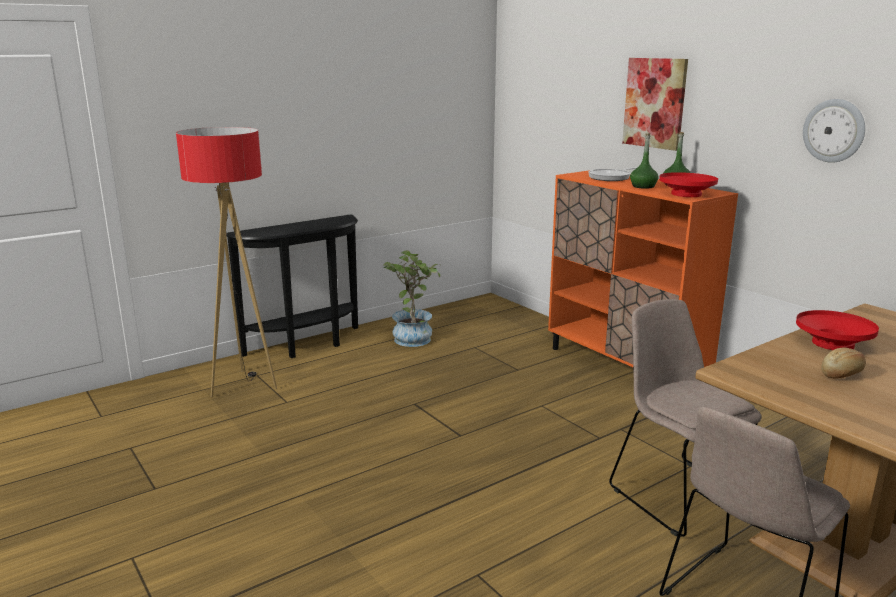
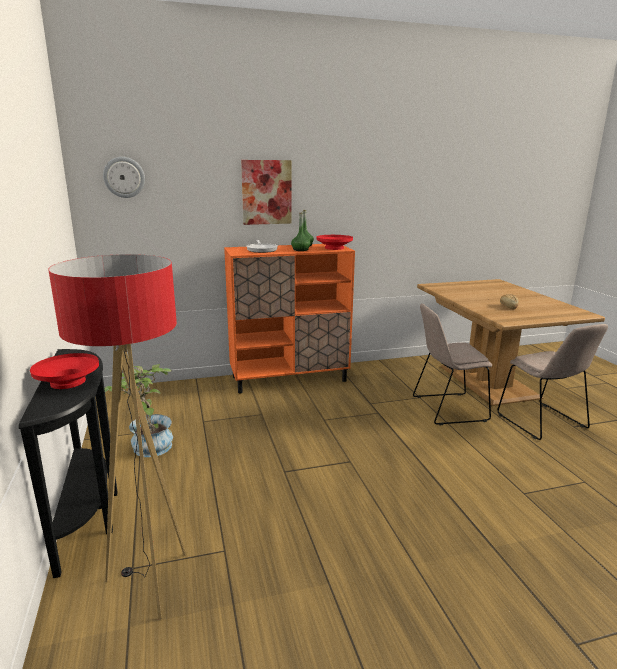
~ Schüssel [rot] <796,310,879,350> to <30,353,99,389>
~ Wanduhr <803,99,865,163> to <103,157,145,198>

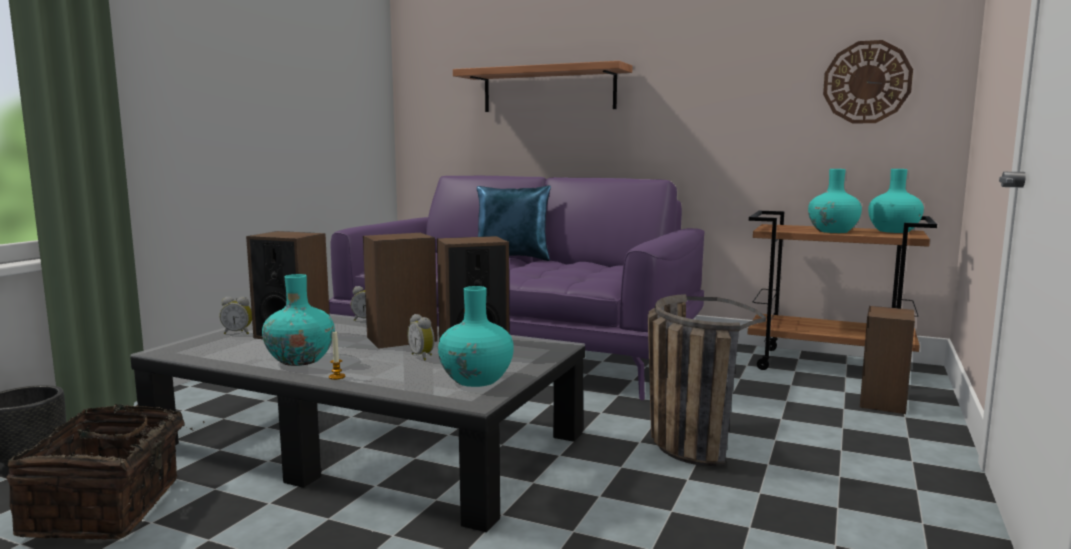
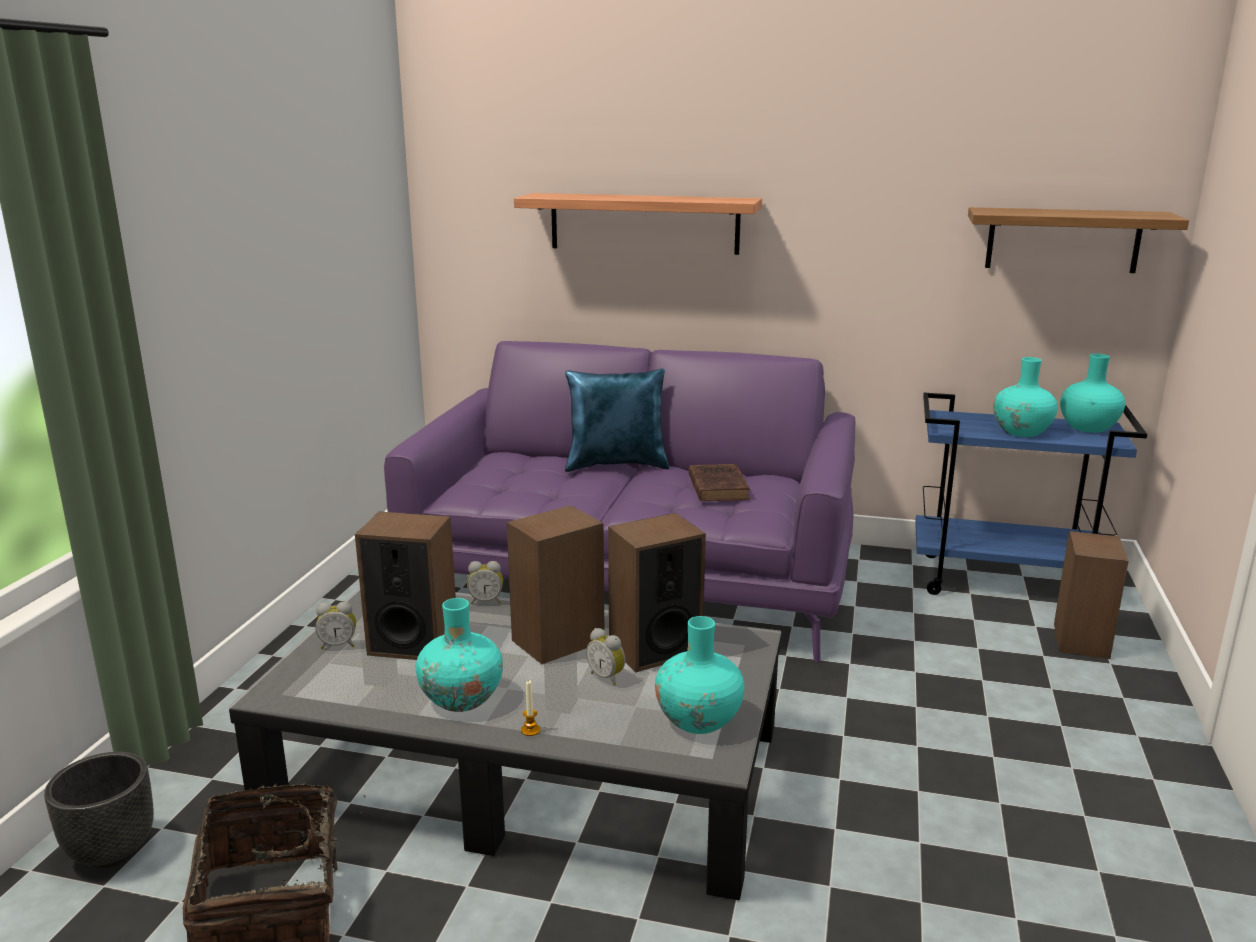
- Korb <648,294,766,467>
~ Rollwagen [braun] <748,211,937,370> to Rollwagen [blau] <915,393,1147,595>
~ Wanduhr <823,40,913,124> to Wandregal <968,207,1189,273>
+ Buch [braun] <688,464,750,501>

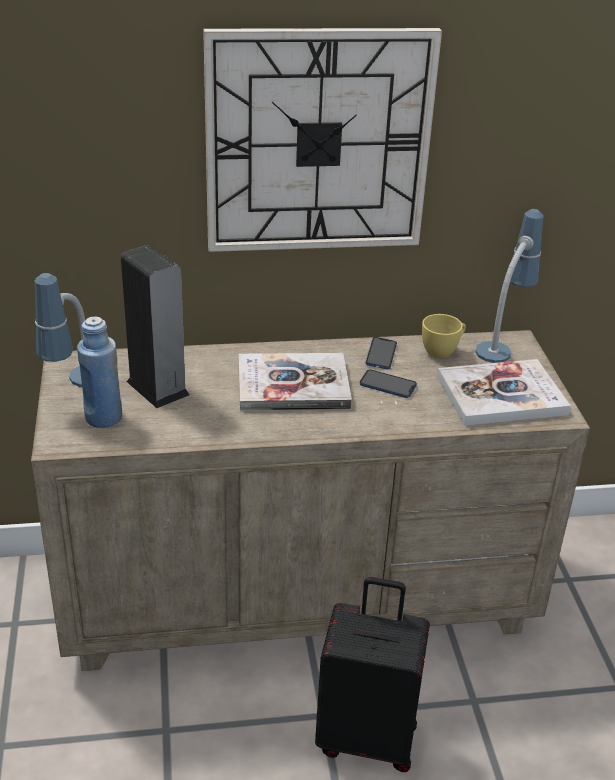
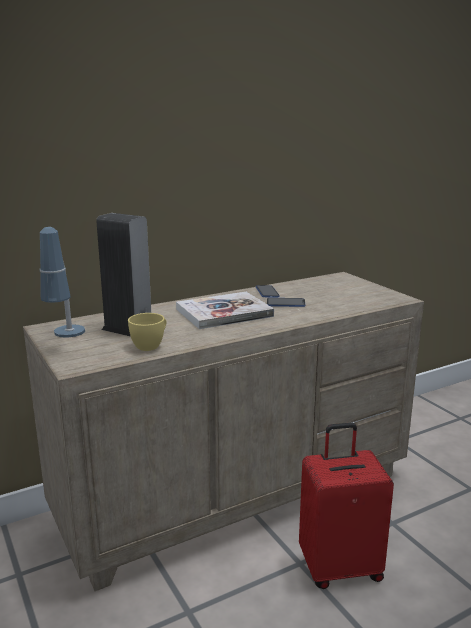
- Flasche [blau] <77,316,122,428>
- Wanduhr <203,28,442,252>
~ Koffer [schwarz] <315,577,430,772> to Koffer [rot] <299,423,394,589>
~ Tasse [gelb] <422,314,466,359> to <128,313,166,351>
- Buch <437,359,571,426>
- Tischlampe <475,209,543,363>

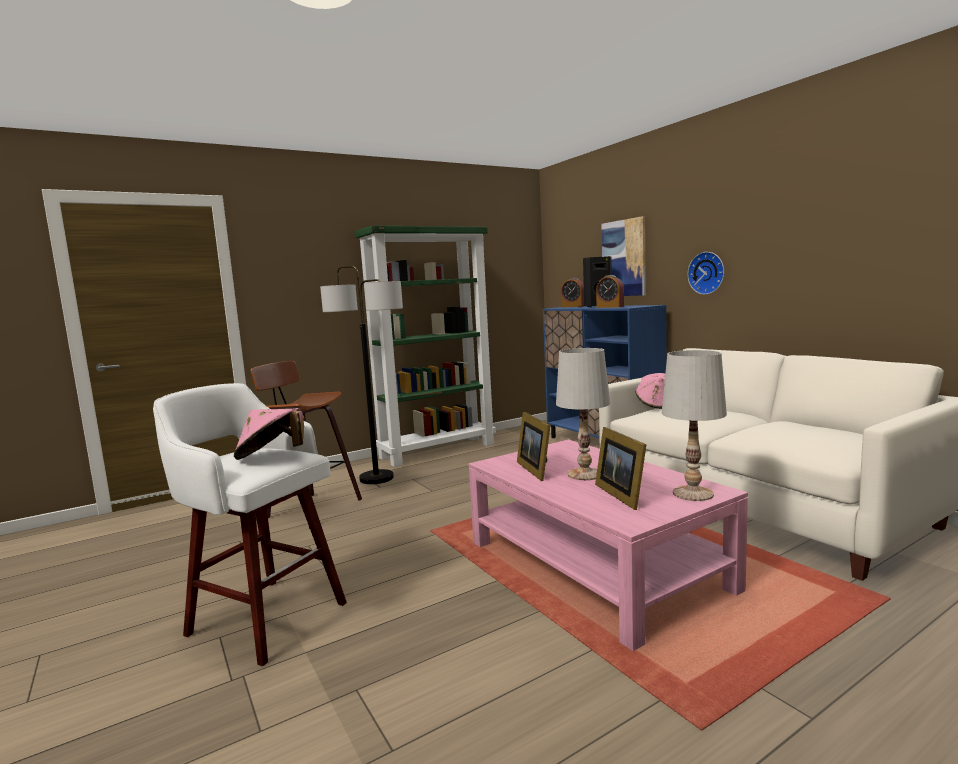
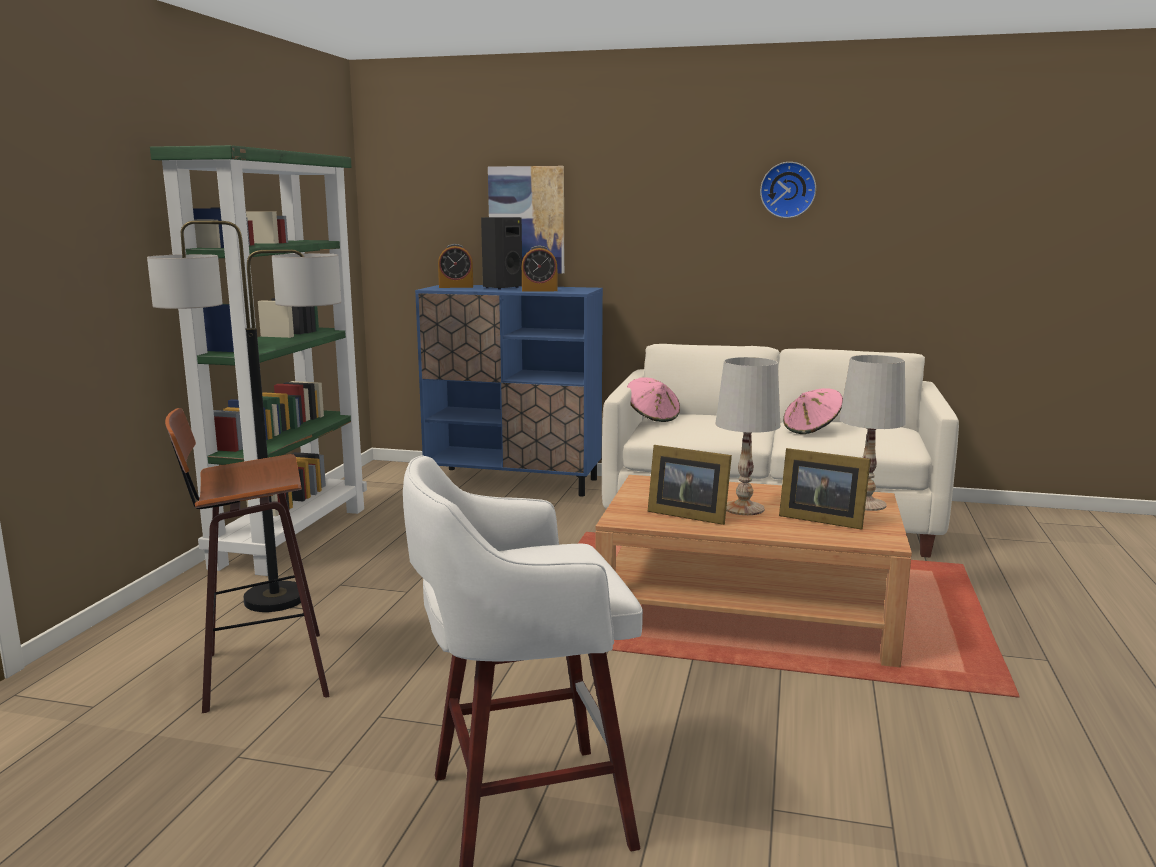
~ Hut [rosa] <234,408,304,460> to <783,388,843,434>
~ Couchtisch [rosa] <468,439,748,651> to Couchtisch [braun] <595,475,912,667>
~ Wanduhr <687,252,724,295> to <760,162,816,218>

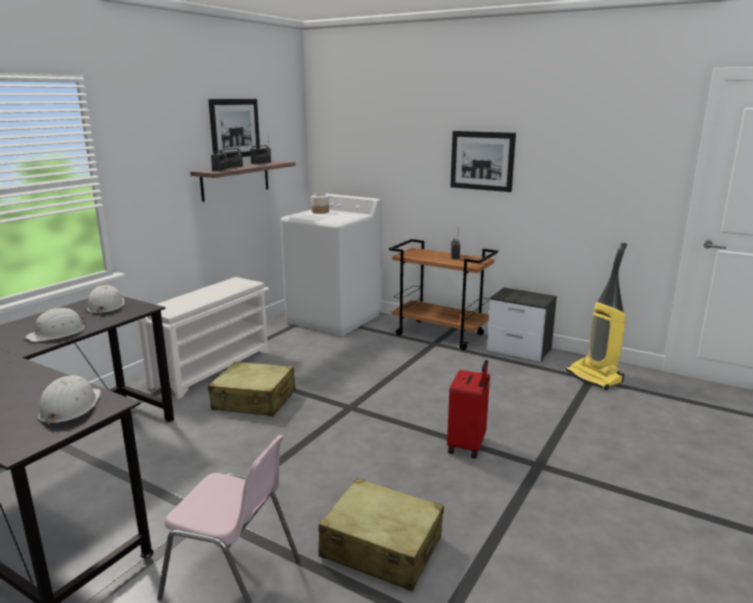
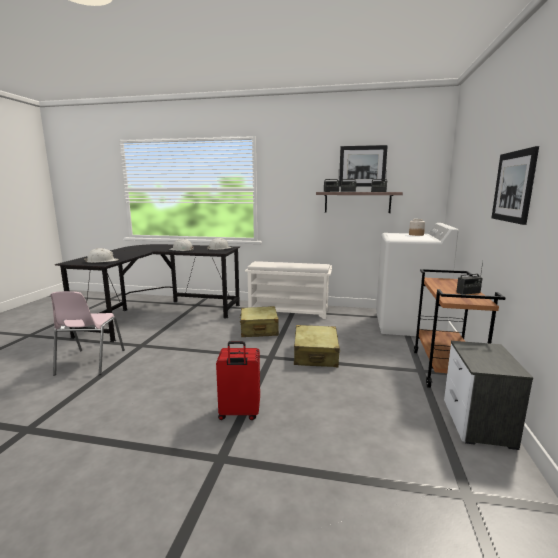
~ Koffer [beige] <318,478,444,592> to <294,325,340,367>
- Staubsauger <566,242,627,390>

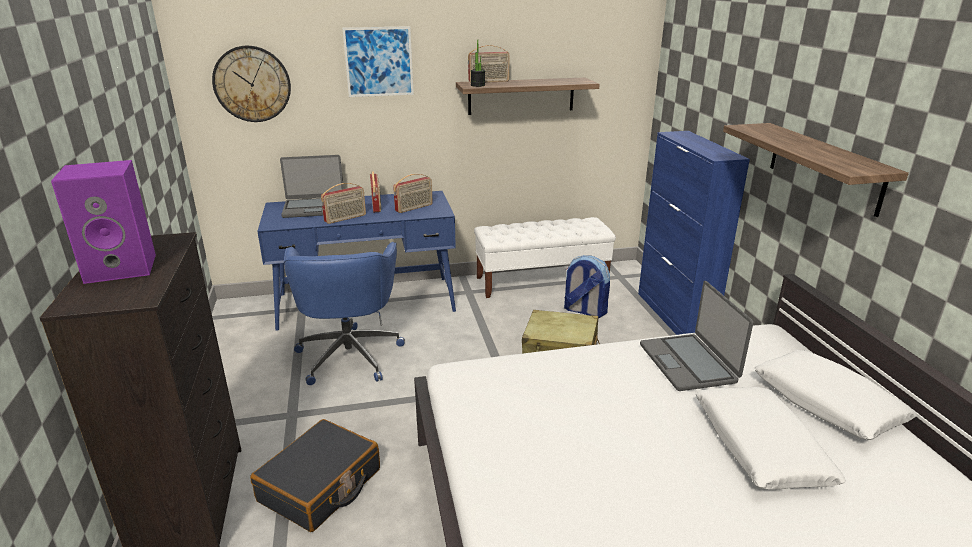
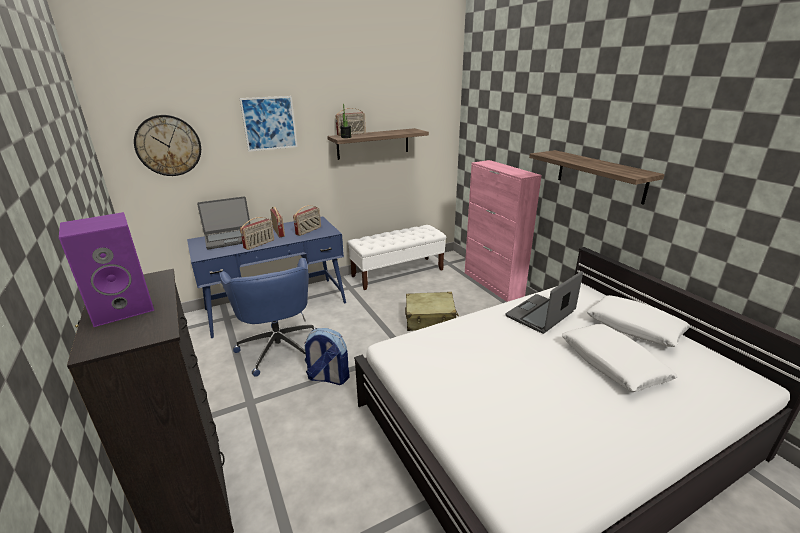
- Koffer [schwarz] <250,419,380,532>
~ Rucksack <564,255,610,318> to <304,328,350,385>
~ Schrank [blau] <638,131,750,335> to Schrank [rosa] <465,160,542,302>
~ Laptop <640,281,753,391> = <506,271,583,334> 75 degrees clockwise

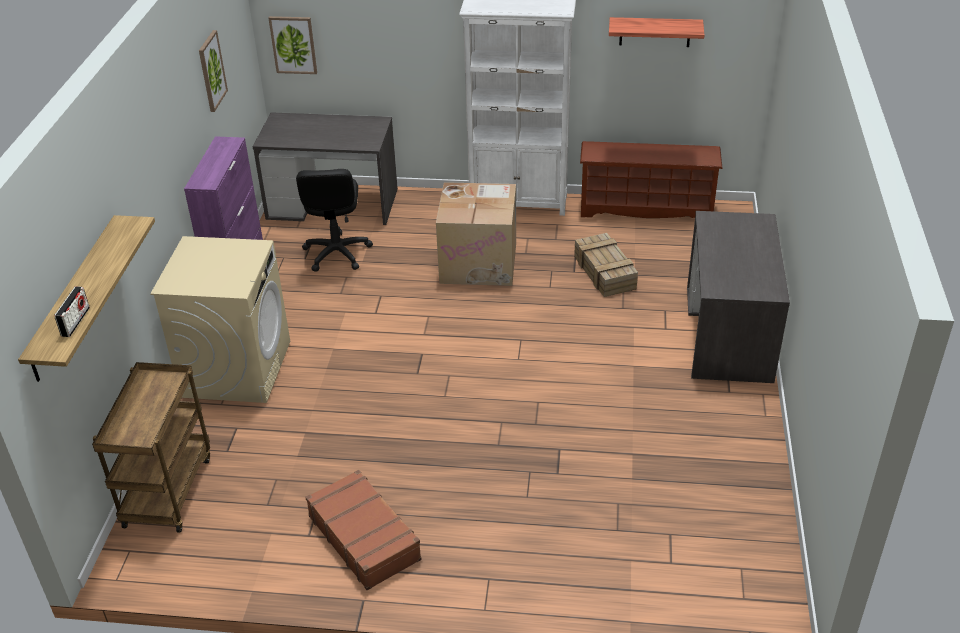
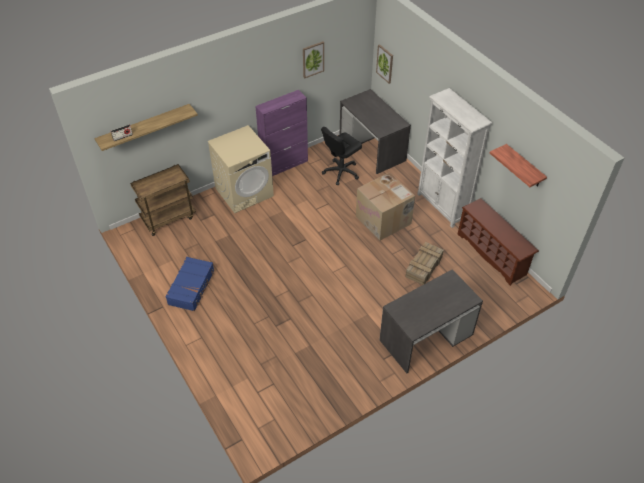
~ Koffer [braun] <305,470,421,590> to Koffer [blau] <165,257,215,311>

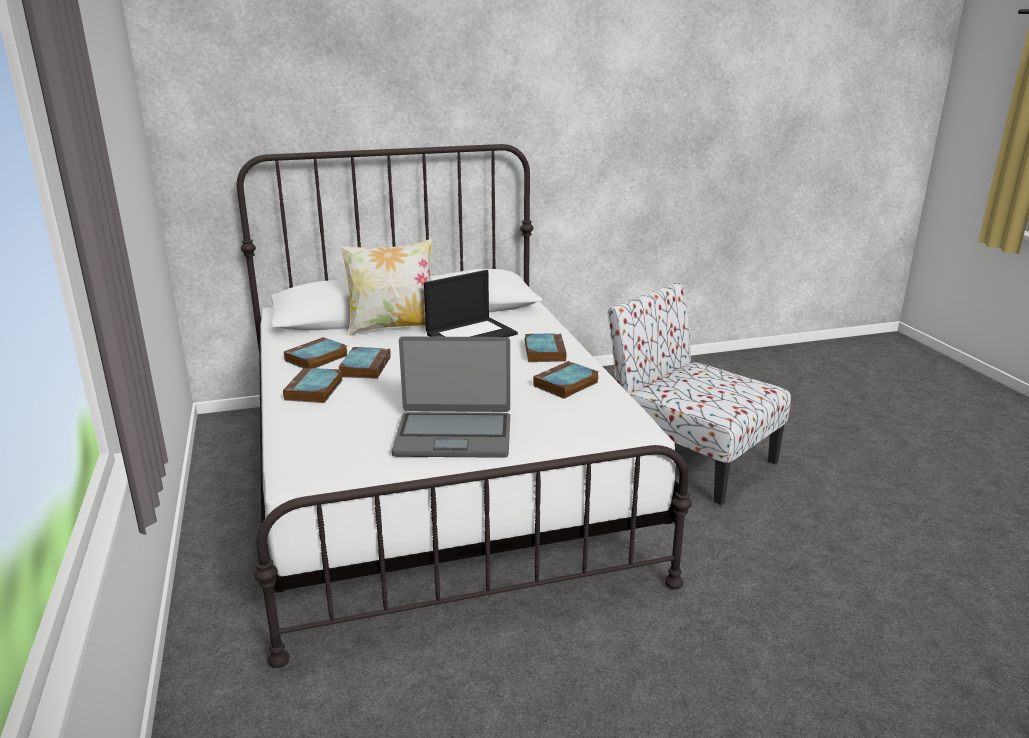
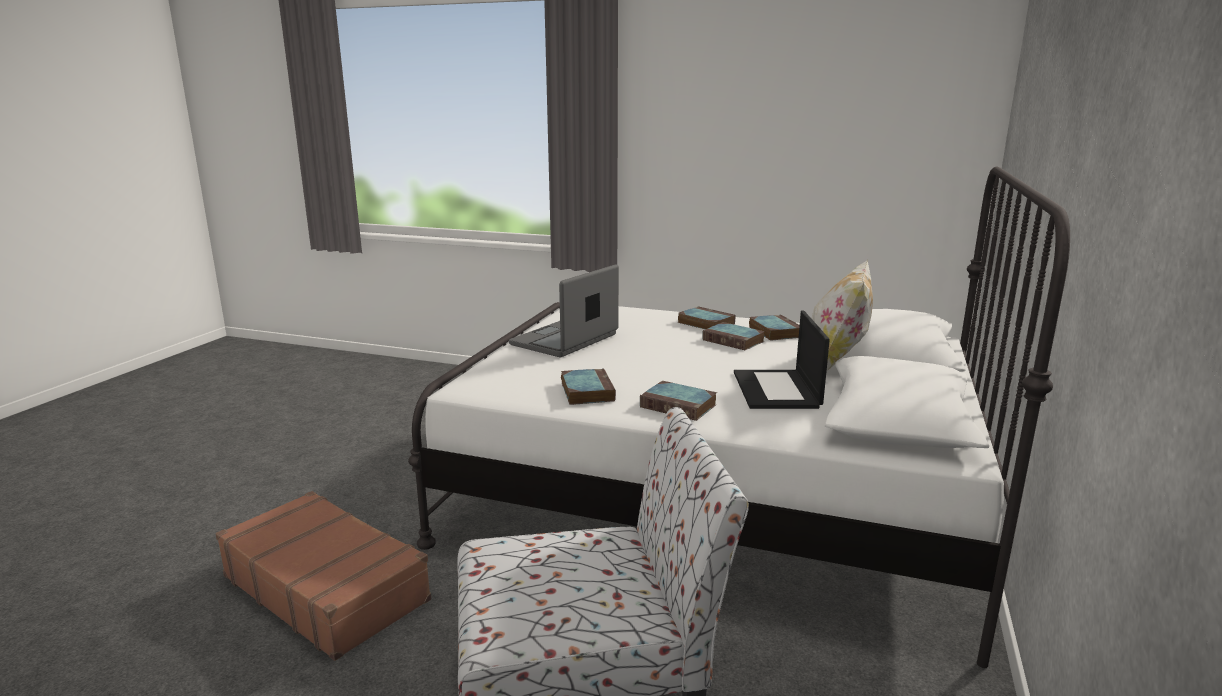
+ Koffer [braun] <215,491,431,661>

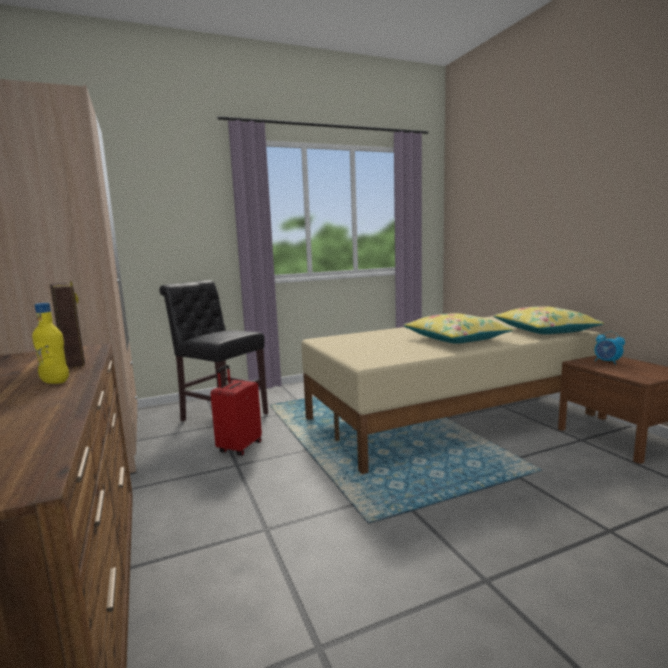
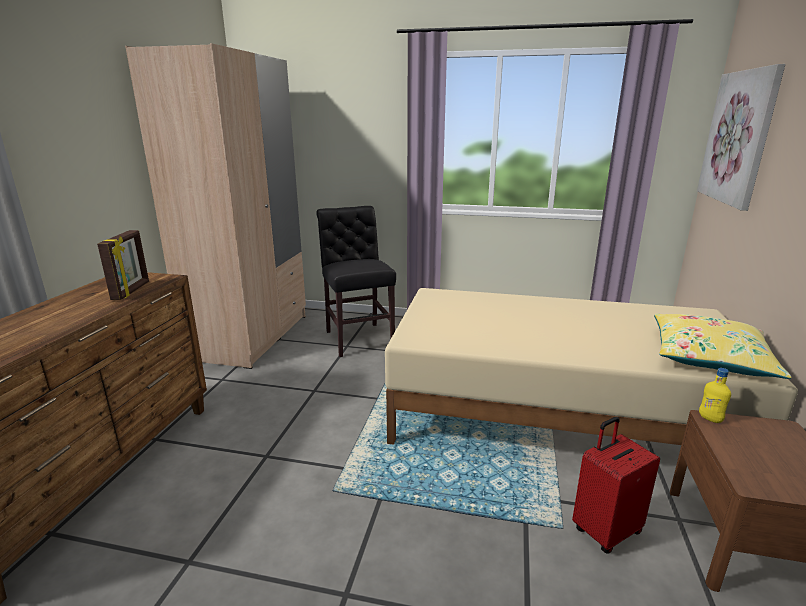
~ Flasche [gelb] <32,303,69,384> to <699,368,731,423>
~ Koffer [rot] <210,365,262,456> to <572,417,660,554>
- Kissen [gelb] <403,313,513,344>
- Wecker <595,331,625,365>
+ Bild <697,64,785,211>

